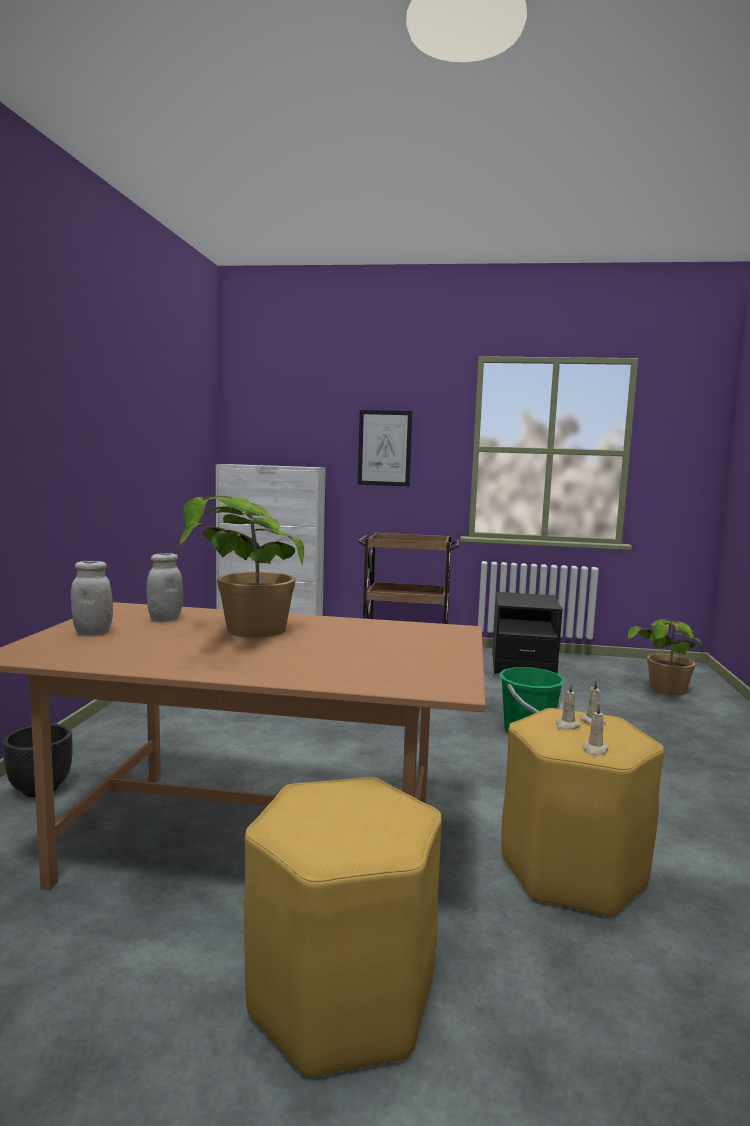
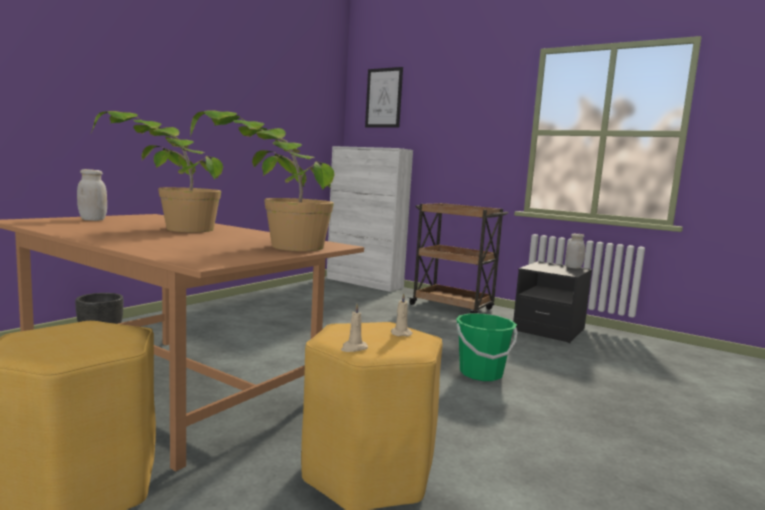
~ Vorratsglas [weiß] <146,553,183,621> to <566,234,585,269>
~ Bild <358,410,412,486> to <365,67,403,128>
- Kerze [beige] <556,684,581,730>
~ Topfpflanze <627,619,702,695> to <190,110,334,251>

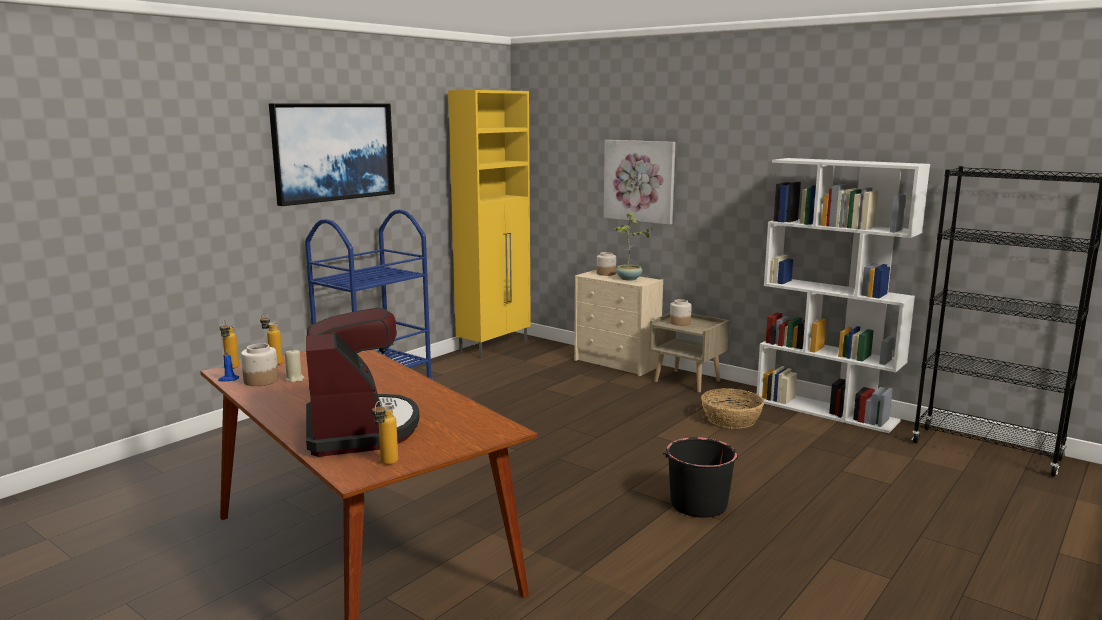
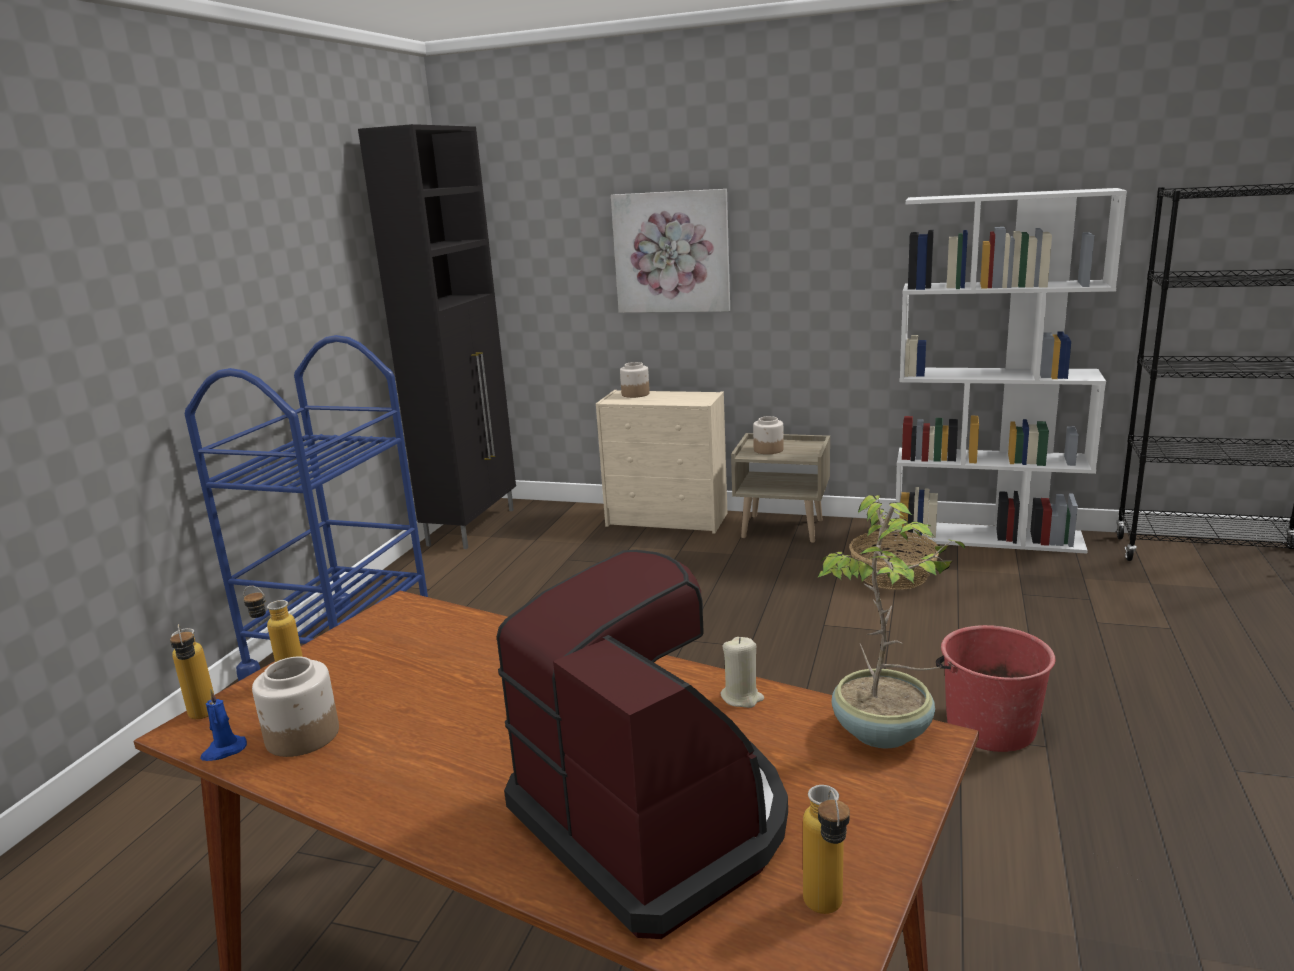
- Bild <269,103,395,206>
~ Kerze [beige] <285,349,304,382> to <721,637,764,708>
~ Schrank [gelb] <448,90,531,358> to Schrank [schwarz] <358,124,516,549>
~ Topfpflanze <614,213,651,280> to <817,495,965,748>
~ Eimer [schwarz] <663,437,739,518> to Eimer [rot] <936,625,1056,752>

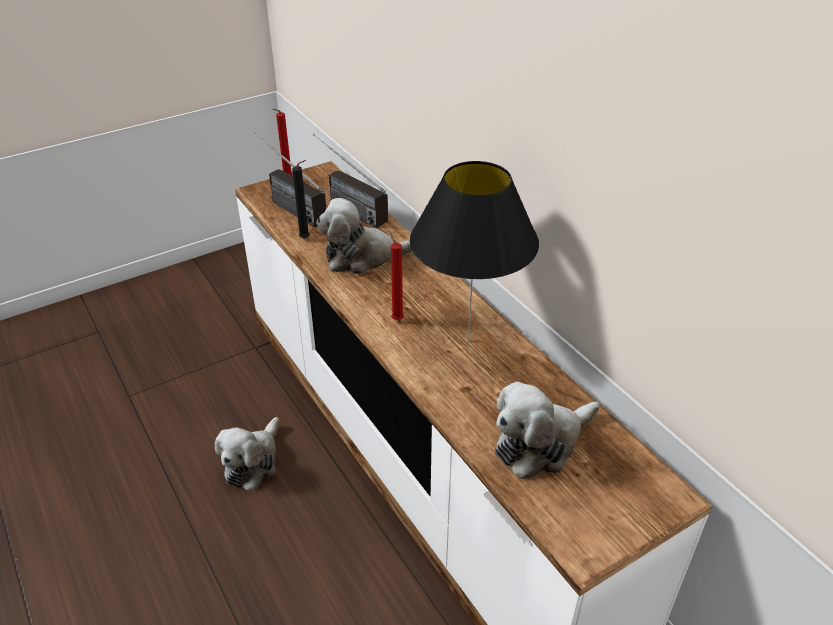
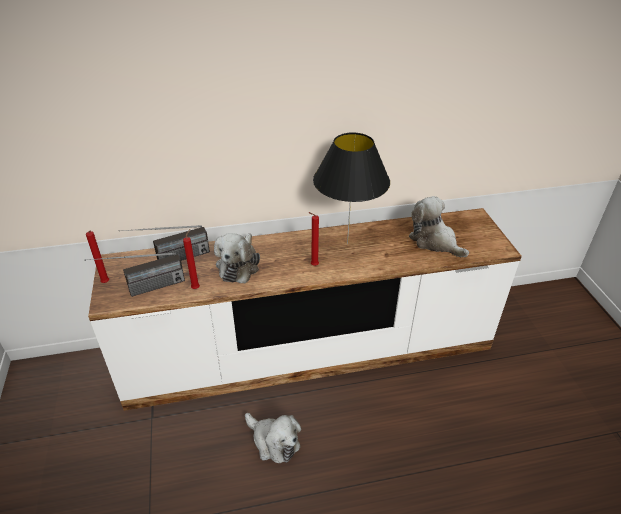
~ Kerze [schwarz] <292,160,310,239> to Kerze [rot] <183,229,200,289>
~ Plüschtier <495,381,600,479> = <409,196,469,257> 150 degrees clockwise

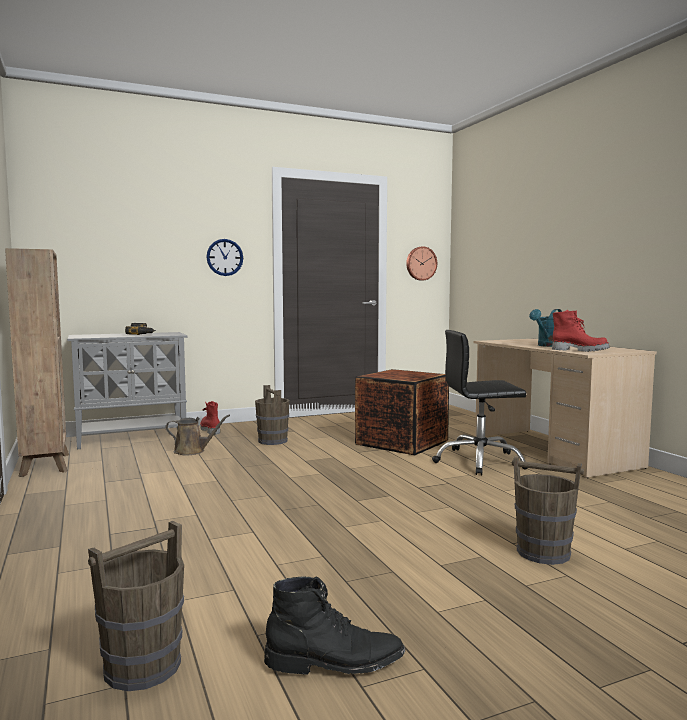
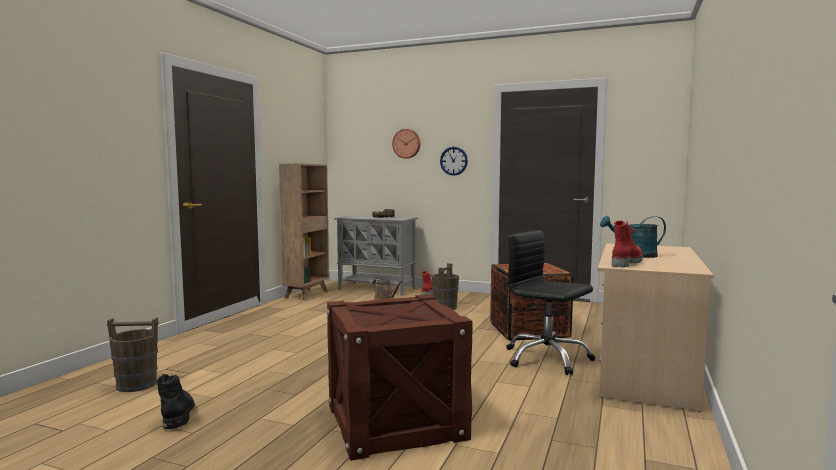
~ Stiefel [schwarz] <264,577,405,675> = <157,374,195,429> 150 degrees counterclockwise
~ Wanduhr <406,246,437,280> to <392,129,421,159>
~ Eimer [braun] <512,456,584,565> to Kiste <326,294,473,461>
~ Stiefel [rot] <552,310,610,352> = <612,221,643,267> 135 degrees counterclockwise

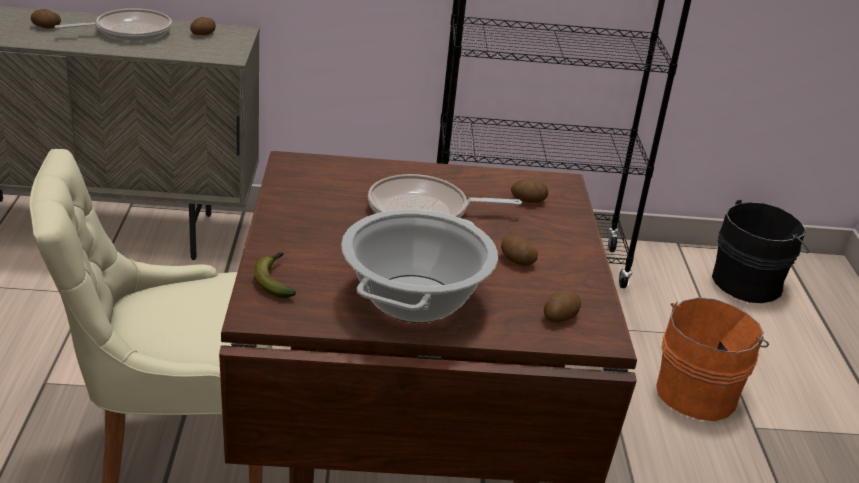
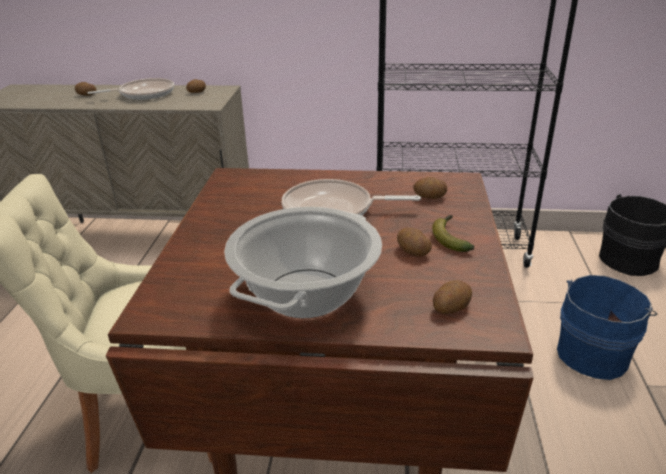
~ Banane <254,253,296,298> to <432,215,475,252>
~ Eimer [orange] <656,297,769,421> to Eimer [blau] <557,275,657,380>

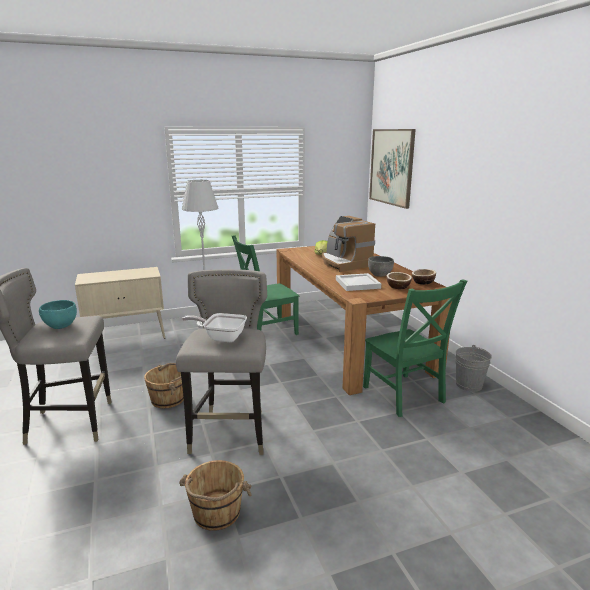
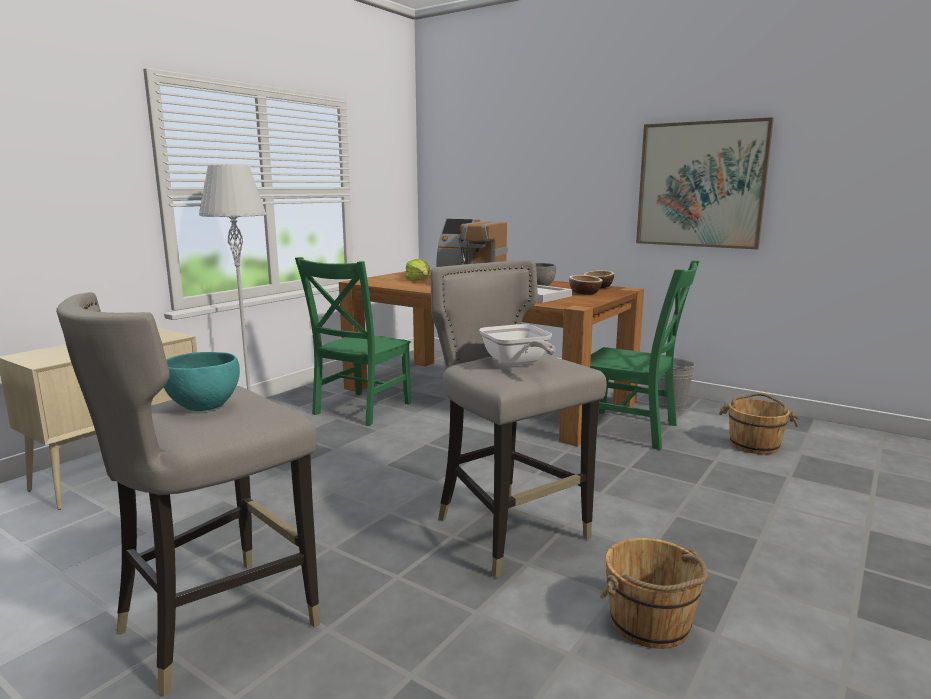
~ Eimer [braun] <144,363,184,408> to <719,393,799,454>
~ Pfanne <182,313,247,342> = <479,324,556,366> 90 degrees counterclockwise
~ Bild <369,129,416,209> to <636,117,774,249>

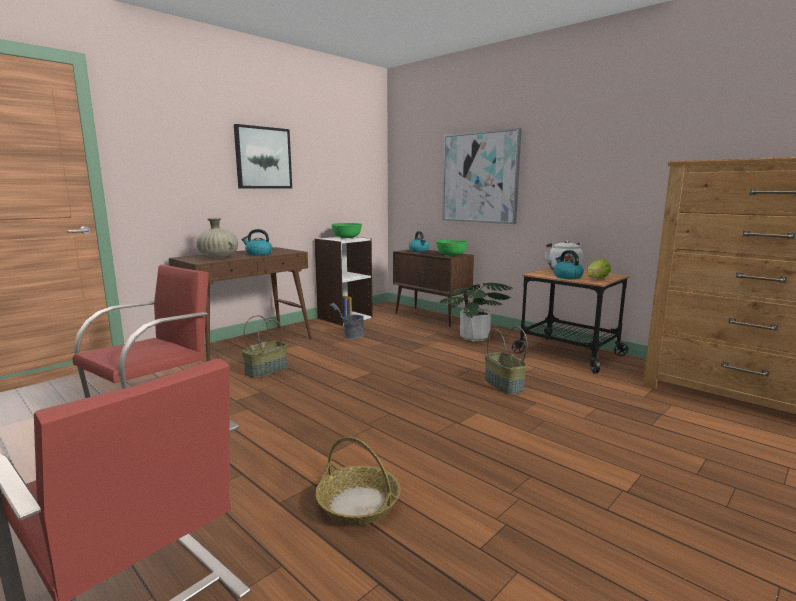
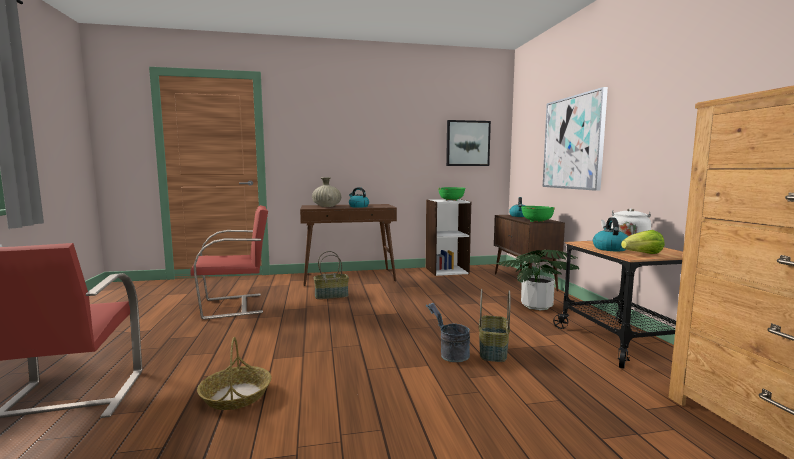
~ Bild <234,124,292,188> to <446,120,491,166>
~ Eimer [grau] <330,303,364,339> to <426,303,470,362>

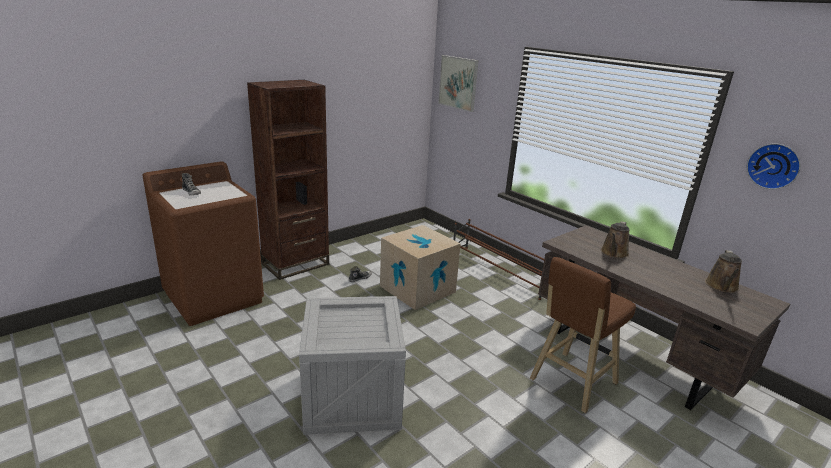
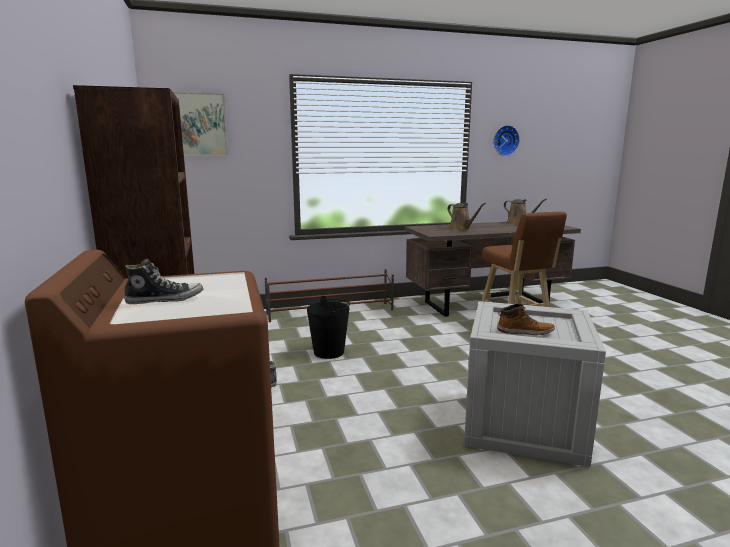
~ Karton <380,225,461,310> to Eimer [schwarz] <307,296,350,359>
+ Stiefel <497,304,555,335>

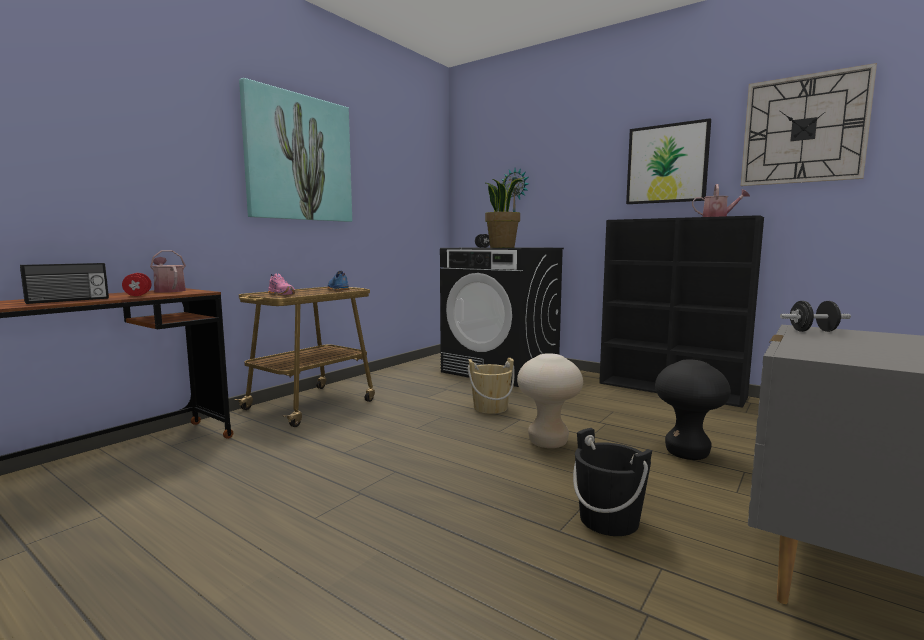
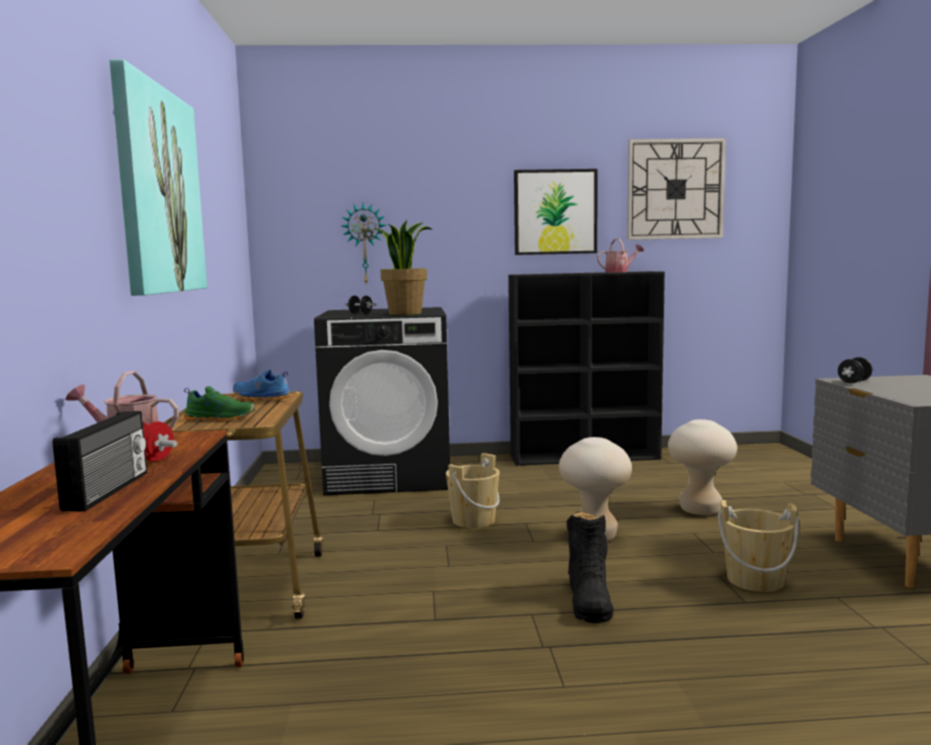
~ Schuh [rosa] <268,273,295,295> to Schuh [grün] <184,386,255,421>
~ Eimer [schwarz] <573,428,652,536> to Eimer [beige] <718,500,799,592>
~ Hocker [schwarz] <655,359,731,460> to Hocker [beige] <668,419,737,515>
+ Stiefel [schwarz] <567,511,614,623>

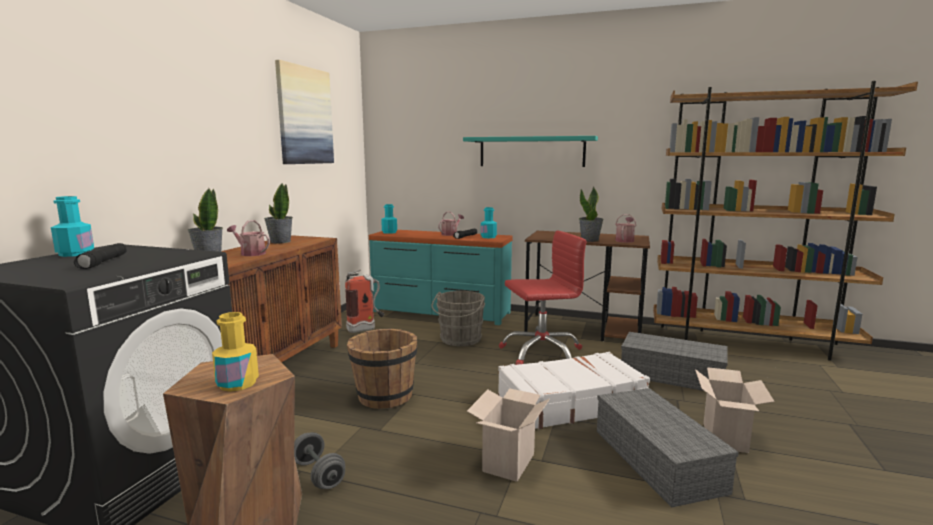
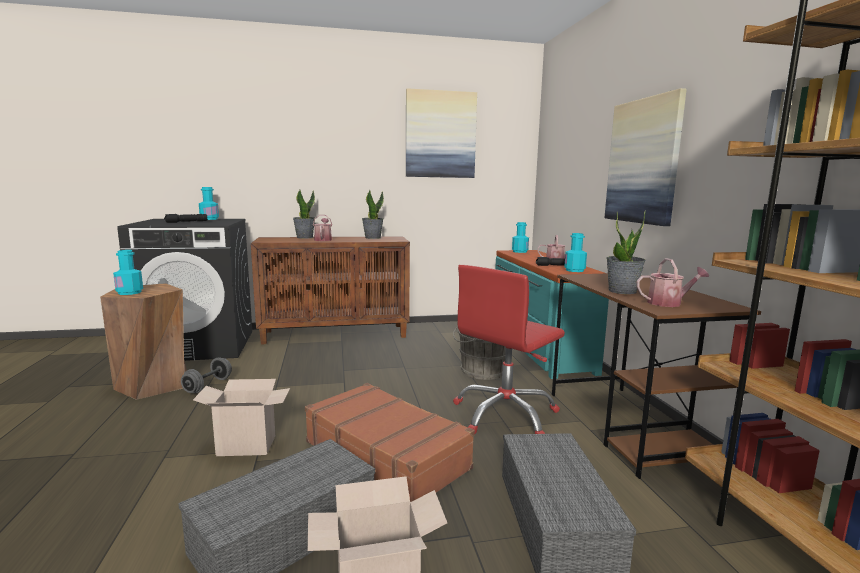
~ Flasche [gelb] <212,312,259,392> to Flasche [türkis] <113,250,143,295>
- Feuerlöscher <345,270,384,333>
- Eimer [braun] <347,329,417,409>
~ Wandregal [türkis] <463,136,598,167> to Bild <605,88,687,226>
~ Koffer [weiß] <498,352,650,430> to Koffer [braun] <305,383,475,502>
~ Bürostuhl [rot] <499,230,587,365> = <453,265,565,434> 90 degrees clockwise

